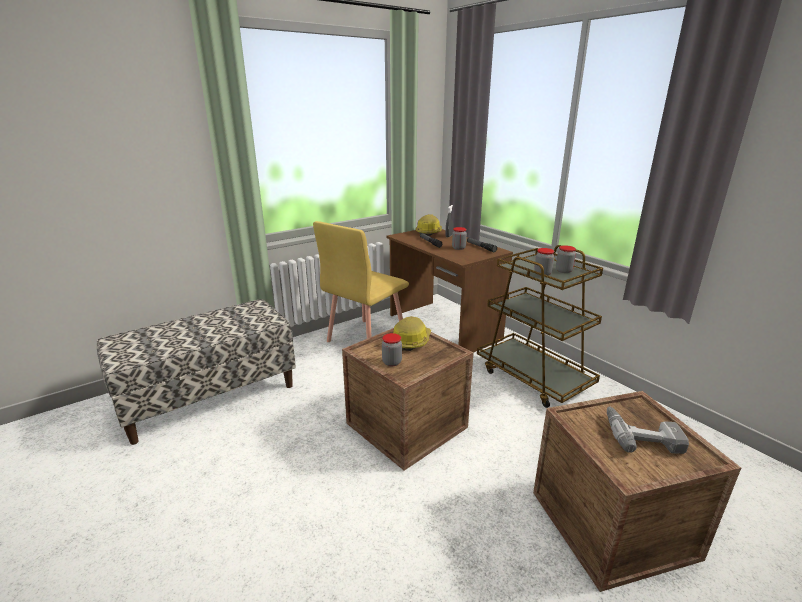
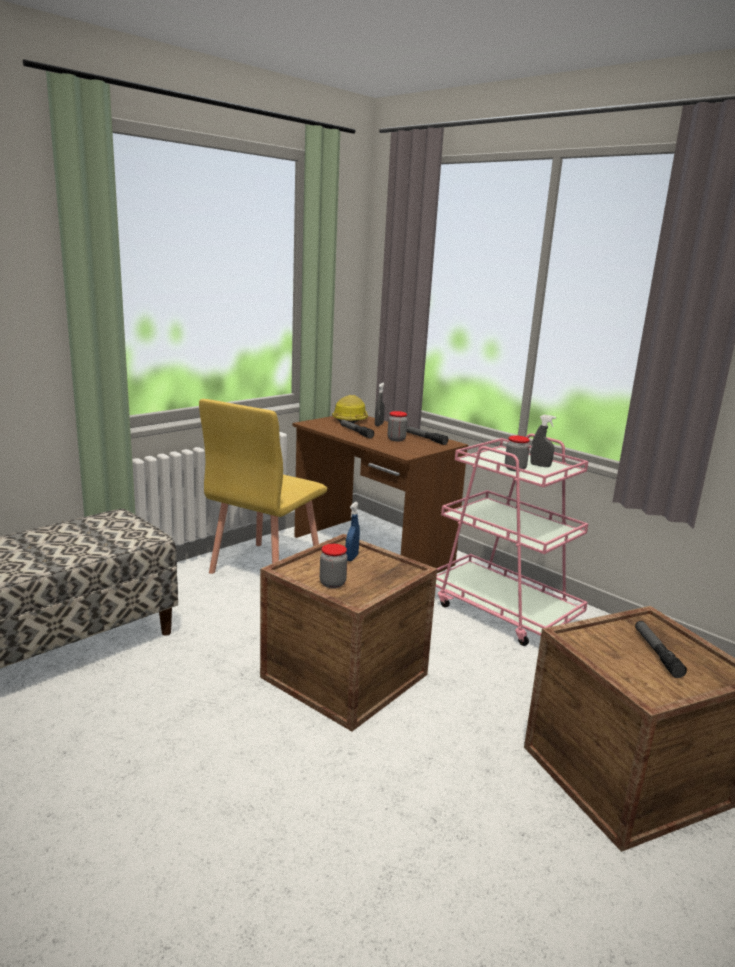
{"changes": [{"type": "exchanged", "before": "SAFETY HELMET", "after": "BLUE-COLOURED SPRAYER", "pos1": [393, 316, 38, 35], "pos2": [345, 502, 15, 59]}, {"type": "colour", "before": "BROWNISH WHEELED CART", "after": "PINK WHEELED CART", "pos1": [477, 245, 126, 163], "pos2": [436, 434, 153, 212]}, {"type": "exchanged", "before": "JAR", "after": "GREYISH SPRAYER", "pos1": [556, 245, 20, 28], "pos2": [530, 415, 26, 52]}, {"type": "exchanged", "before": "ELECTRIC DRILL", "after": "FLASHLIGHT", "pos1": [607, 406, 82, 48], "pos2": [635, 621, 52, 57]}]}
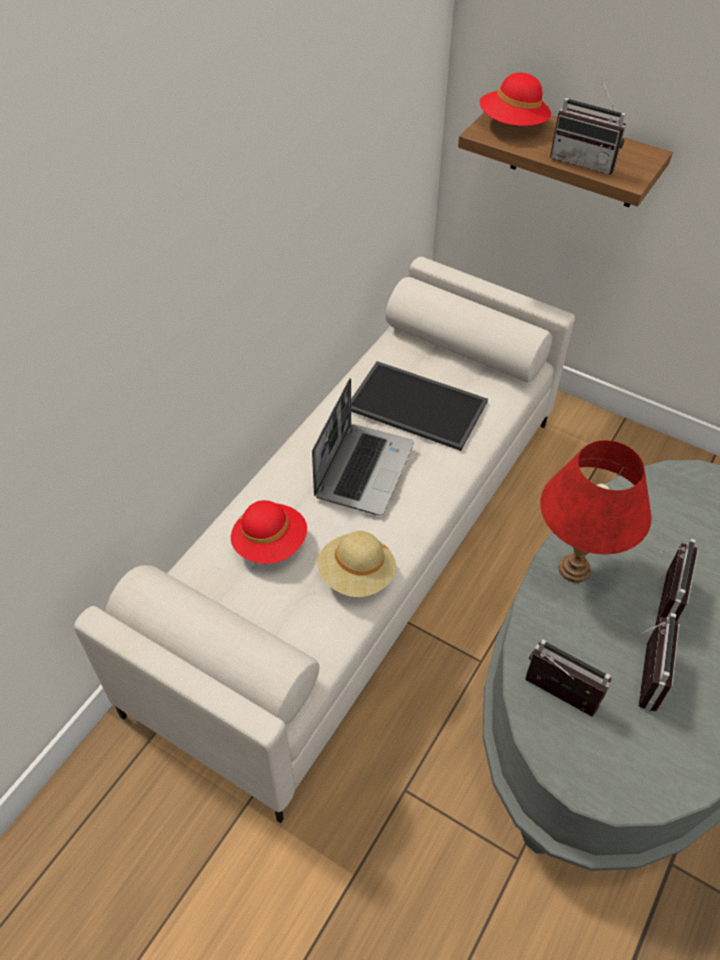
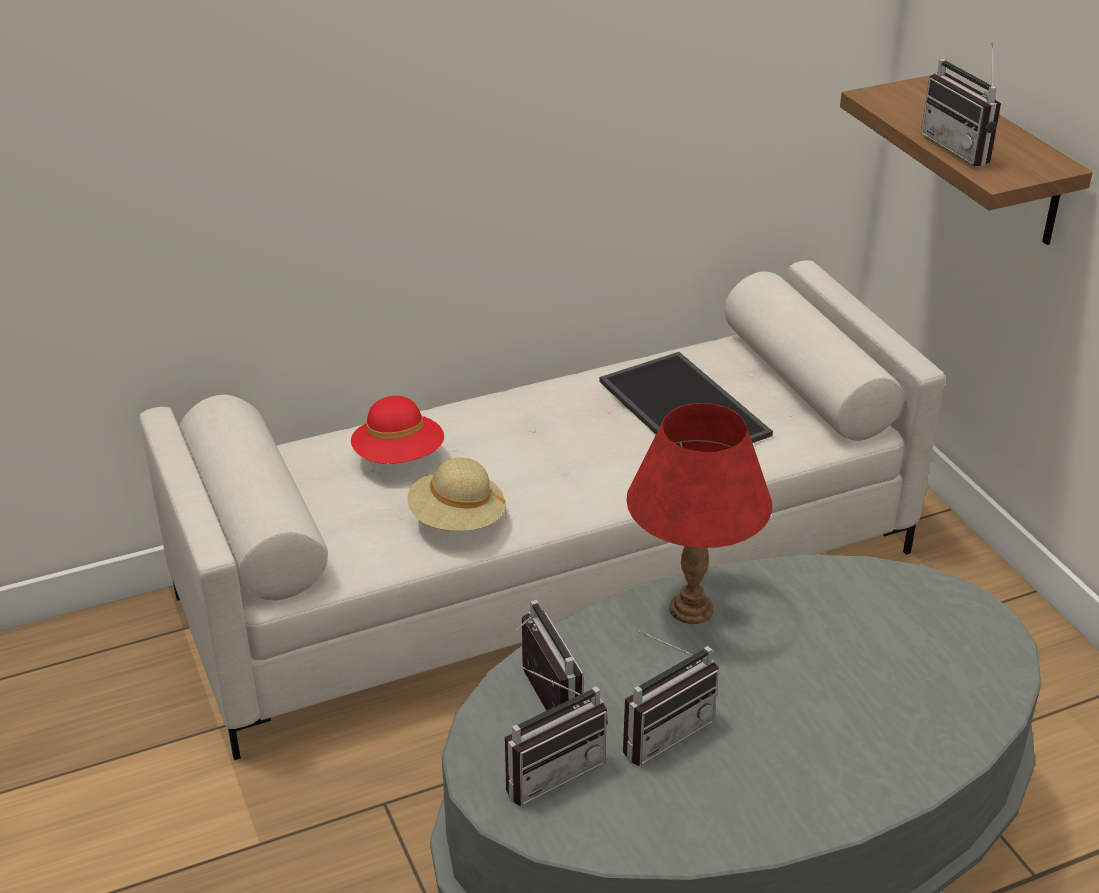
{"changes": [{"type": "missing", "before": "NOTEBOOK COMPUTER", "pos1": [312, 378, 102, 138]}, {"type": "missing", "before": "RED WEARABLE HAT", "pos1": [480, 73, 71, 53]}, {"type": "relocated", "before": "RADIO RECEIVER", "pos1": [655, 539, 43, 87], "pos2": [505, 667, 103, 139]}]}
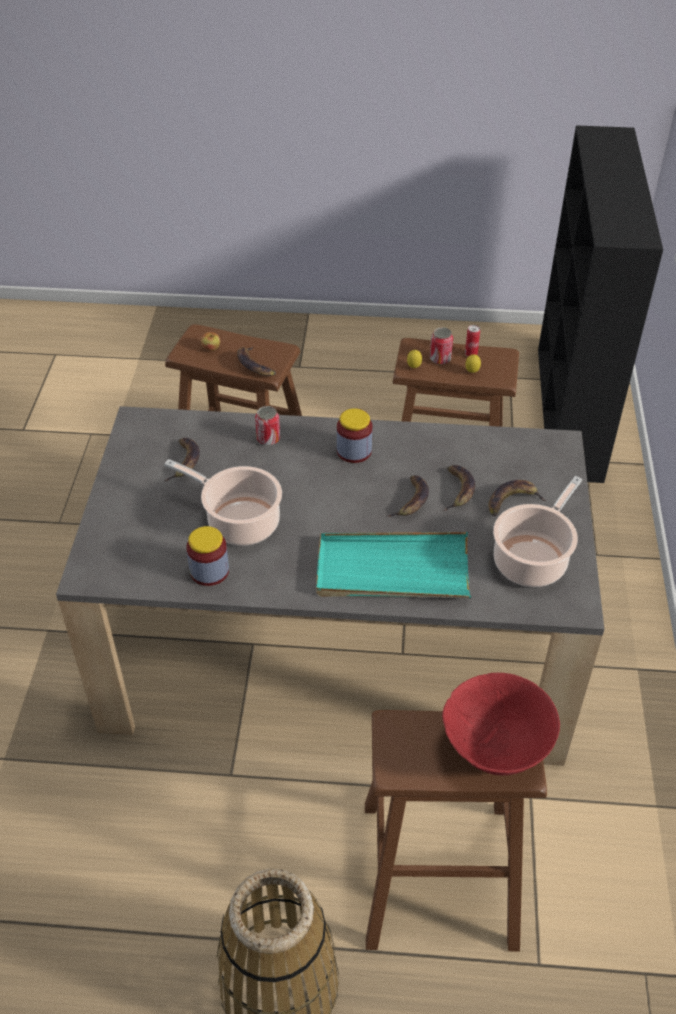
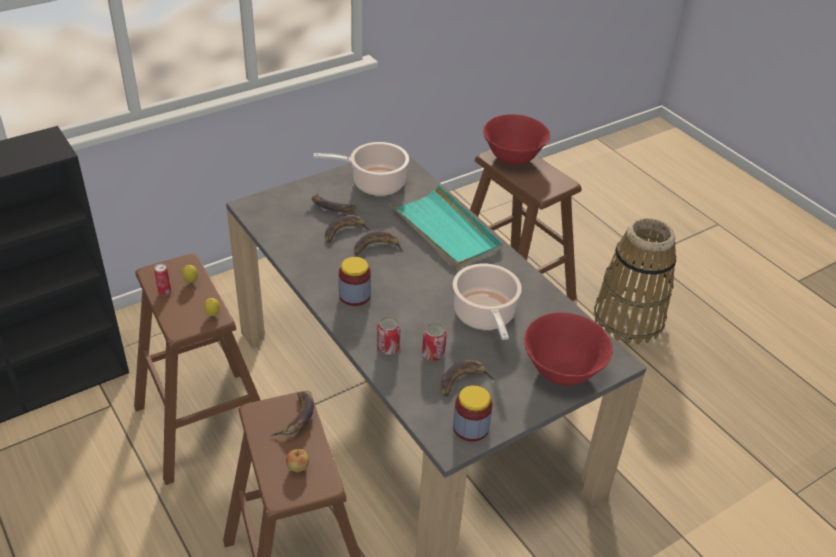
{"changes": [{"type": "relocated", "before": "JAR", "pos1": [186, 526, 43, 60], "pos2": [453, 385, 40, 57]}, {"type": "relocated", "before": "CAN", "pos1": [430, 327, 23, 38], "pos2": [422, 323, 25, 38]}, {"type": "appeared", "after": "RED DEEP DISH", "pos2": [524, 312, 89, 74]}]}
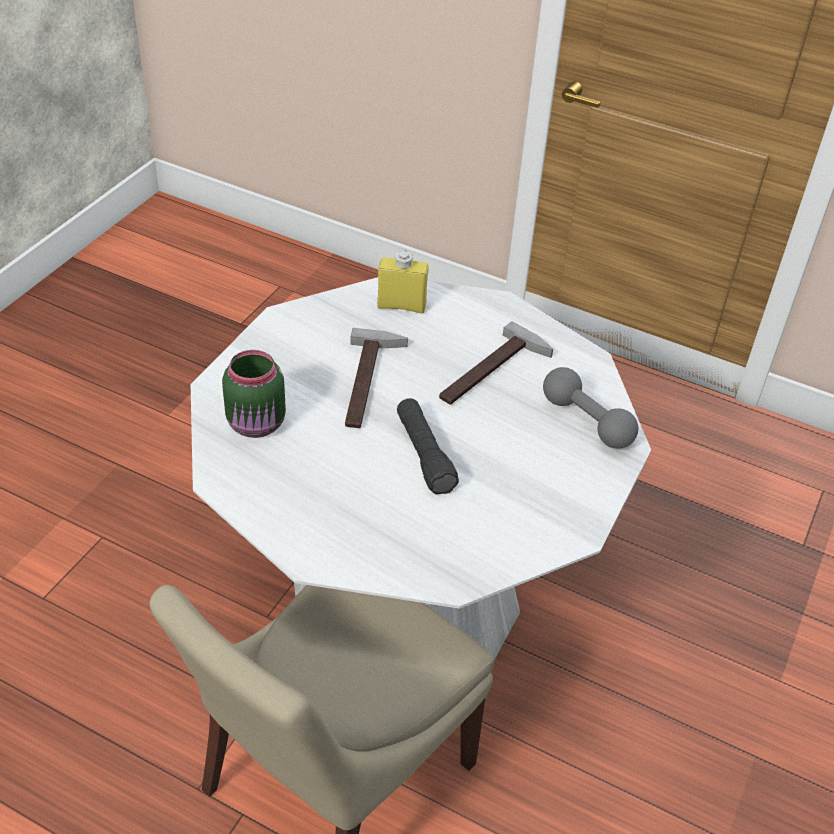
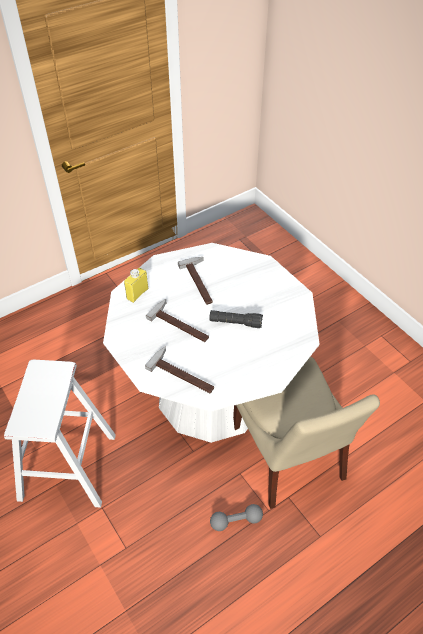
{"changes": [{"type": "exchanged", "before": "GREEN JAR", "after": "TOOL HAMMER", "pos1": [222, 350, 64, 88], "pos2": [145, 347, 69, 46]}, {"type": "relocated", "before": "GREYISH HAND WEIGHT", "pos1": [543, 367, 95, 82], "pos2": [210, 504, 53, 27]}, {"type": "appeared", "after": "WHITISH STOOL", "pos2": [4, 360, 112, 148]}]}
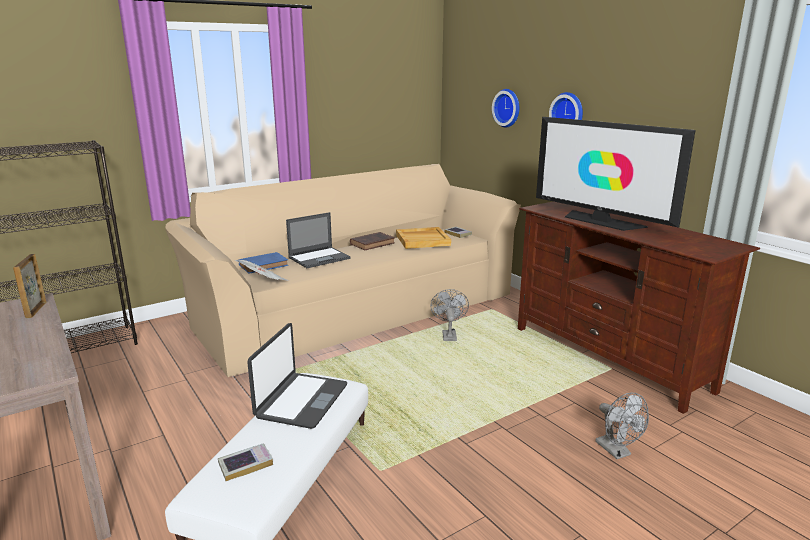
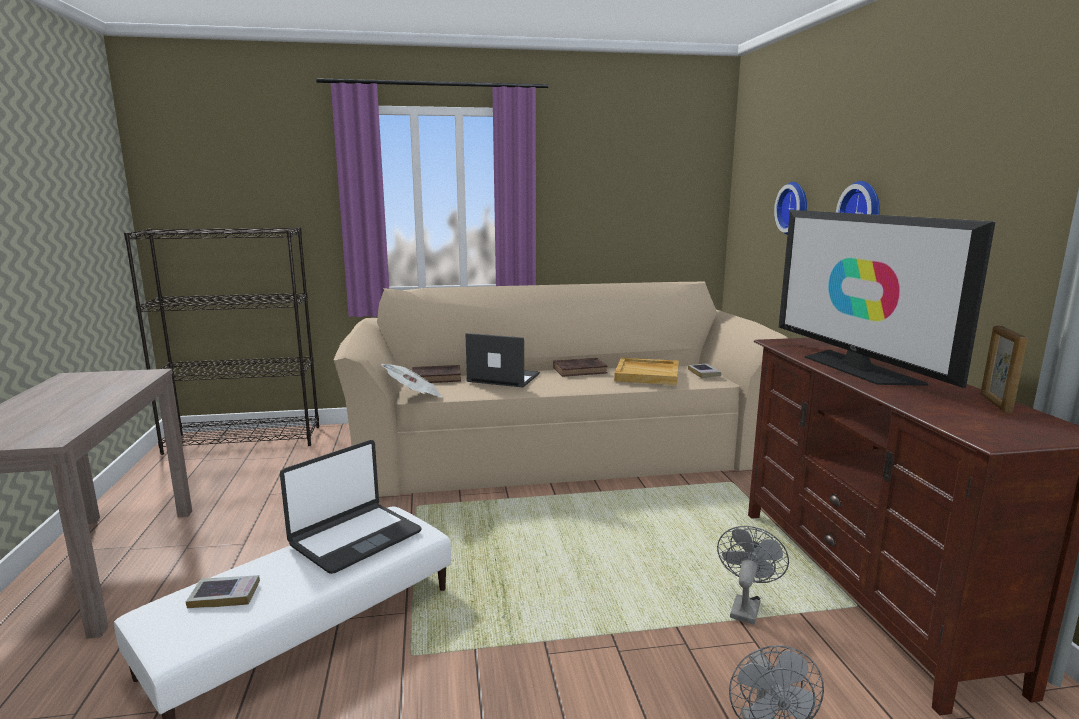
{"changes": [{"type": "relocated", "before": "PICTURE FRAME", "pos1": [13, 254, 33, 64], "pos2": [980, 325, 48, 88]}, {"type": "colour", "before": "BLUE-COLOURED VOLUME", "after": "BROWNISH VOLUME", "pos1": [239, 252, 49, 22], "pos2": [412, 365, 49, 18]}, {"type": "spun", "before": "NOTEBOOK COMPUTER", "pos1": [286, 212, 65, 56], "pos2": [465, 333, 75, 55], "turn": -150}, {"type": "relocated", "before": "GREYISH ELECTRIC FAN", "pos1": [431, 289, 38, 52], "pos2": [717, 526, 72, 99]}]}
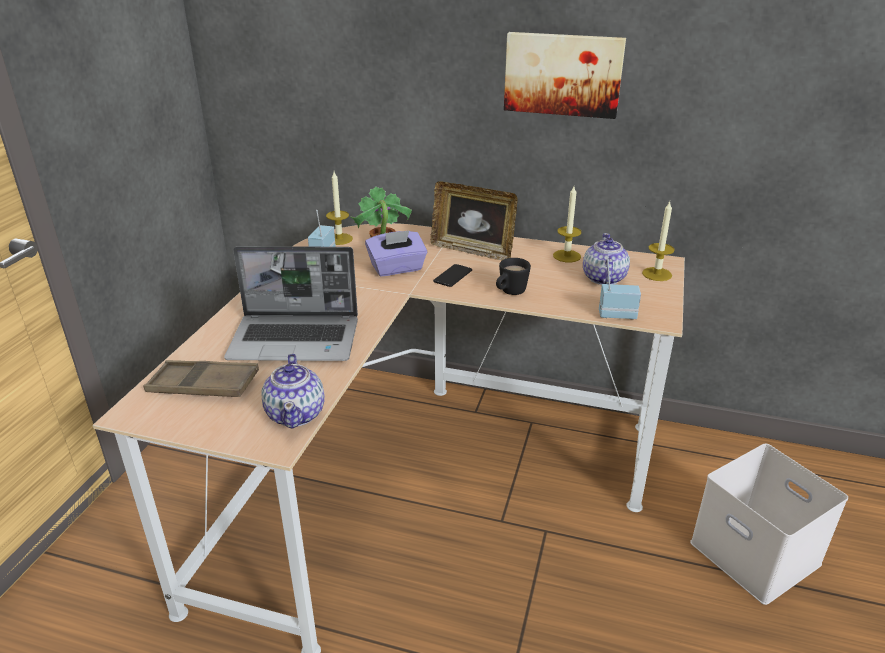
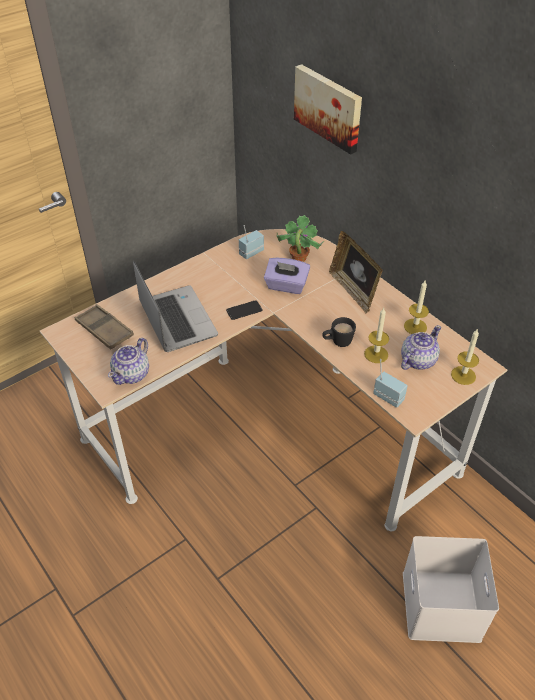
{"changes": [{"type": "spun", "before": "NOTEBOOK COMPUTER", "pos1": [224, 246, 134, 115], "pos2": [133, 260, 85, 92], "turn": -150}, {"type": "relocated", "before": "CANDLE", "pos1": [326, 172, 27, 73], "pos2": [364, 308, 25, 55]}, {"type": "relocated", "before": "PHONE", "pos1": [433, 264, 39, 23], "pos2": [226, 300, 37, 20]}, {"type": "relocated", "before": "WALL ART", "pos1": [504, 32, 122, 87], "pos2": [294, 64, 68, 90]}]}
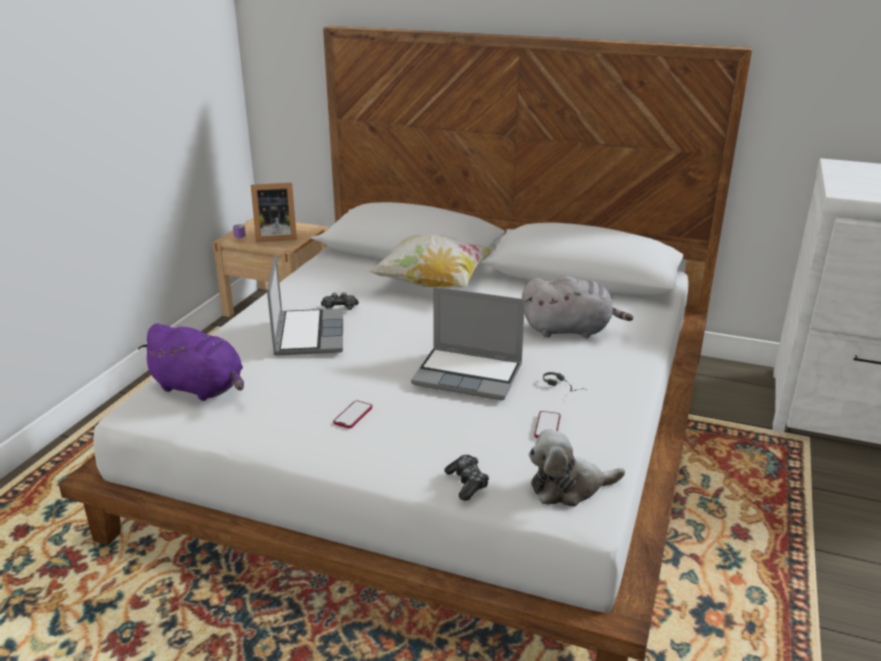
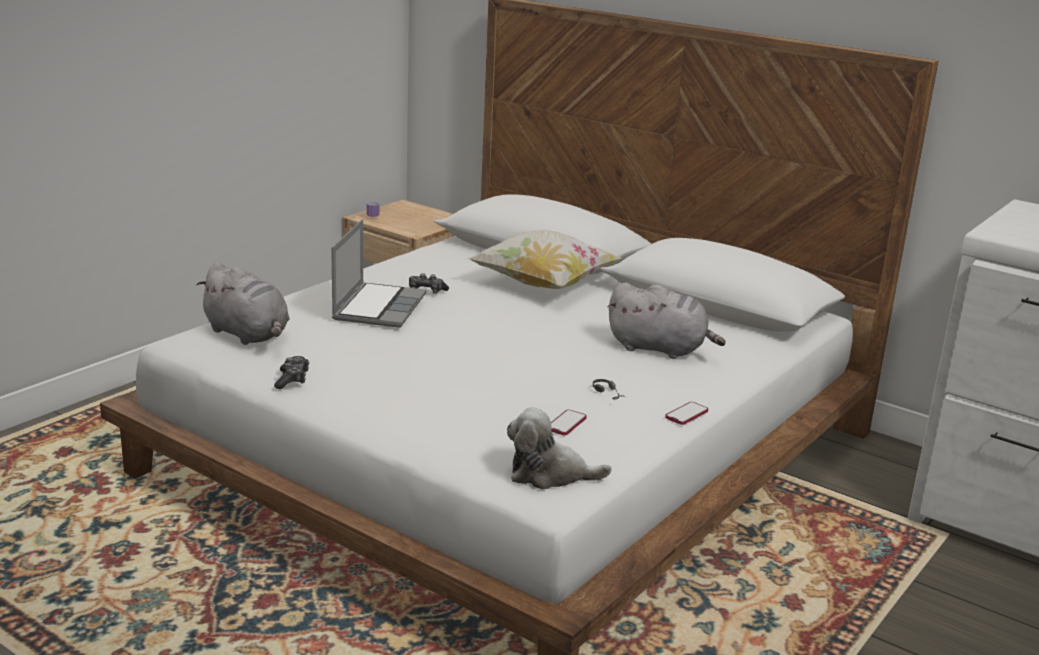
{"changes": [{"type": "colour", "before": "PURPLE CUDDLY TOY", "after": "GREYISH CUDDLY TOY", "pos1": [138, 323, 106, 78], "pos2": [196, 262, 94, 83]}, {"type": "missing", "before": "PICTURE FRAME", "pos1": [251, 183, 46, 59]}, {"type": "relocated", "before": "PHONE", "pos1": [333, 401, 39, 28], "pos2": [665, 402, 43, 23]}, {"type": "missing", "before": "NOTEBOOK COMPUTER", "pos1": [411, 287, 114, 113]}, {"type": "relocated", "before": "JOYPAD", "pos1": [444, 455, 45, 46], "pos2": [274, 356, 35, 33]}]}
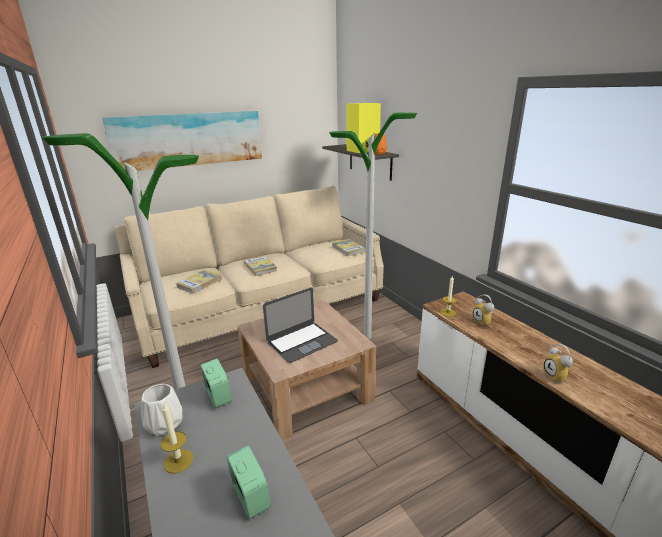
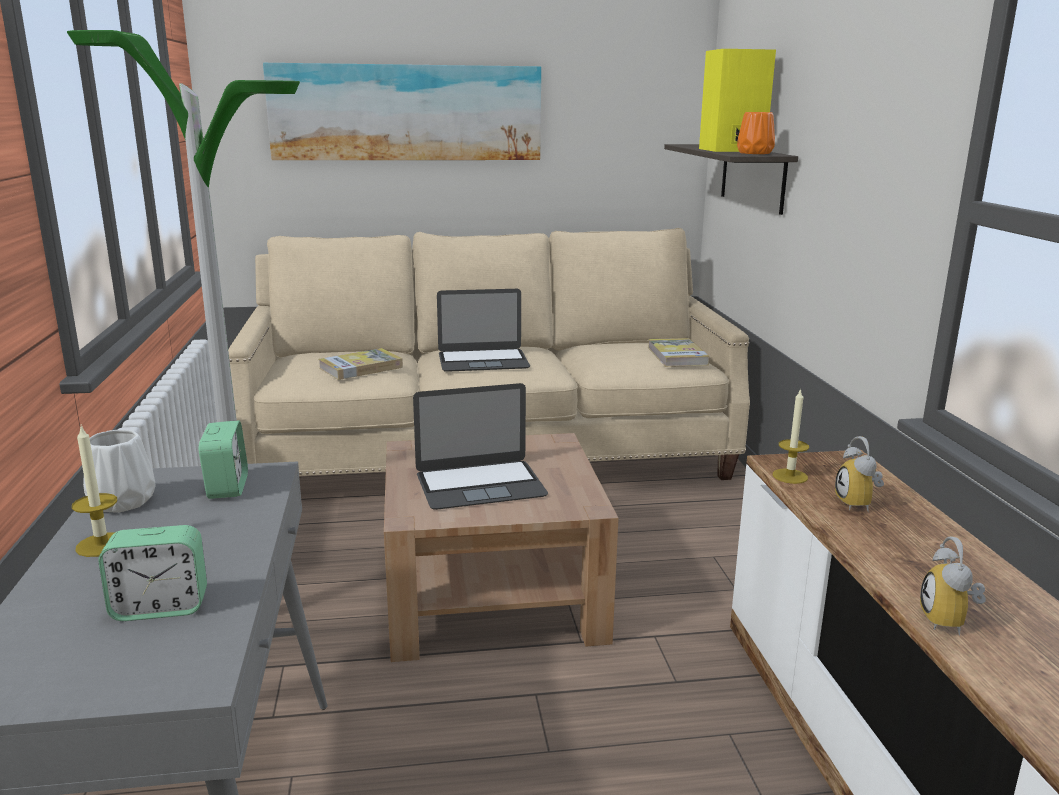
{"changes": [{"type": "spun", "before": "TABLE CLOCK", "pos1": [227, 446, 44, 73], "pos2": [98, 525, 109, 96], "turn": 90}, {"type": "exchanged", "before": "VOLUME", "after": "NOTEBOOK COMPUTER", "pos1": [244, 256, 33, 20], "pos2": [437, 289, 93, 83]}, {"type": "missing", "before": "STANDING LAMP", "pos1": [329, 113, 88, 226]}]}
